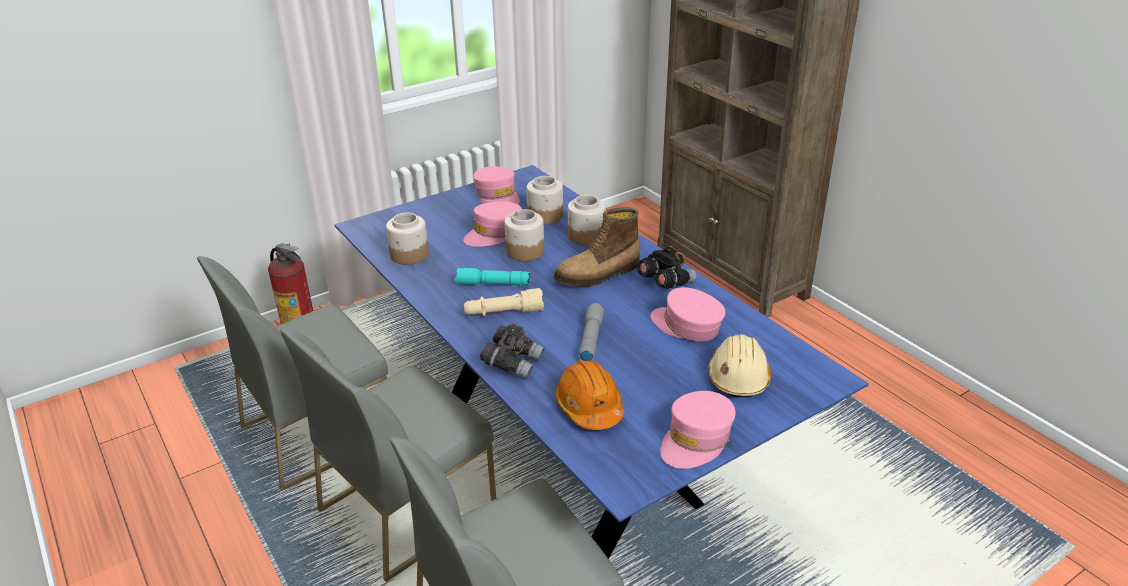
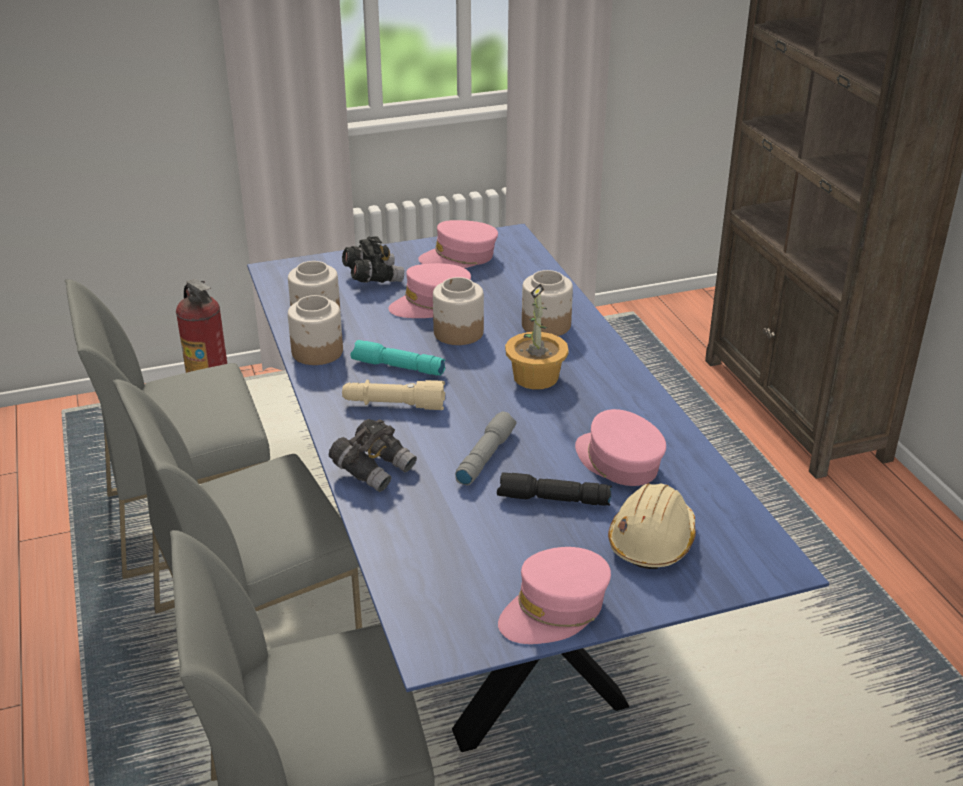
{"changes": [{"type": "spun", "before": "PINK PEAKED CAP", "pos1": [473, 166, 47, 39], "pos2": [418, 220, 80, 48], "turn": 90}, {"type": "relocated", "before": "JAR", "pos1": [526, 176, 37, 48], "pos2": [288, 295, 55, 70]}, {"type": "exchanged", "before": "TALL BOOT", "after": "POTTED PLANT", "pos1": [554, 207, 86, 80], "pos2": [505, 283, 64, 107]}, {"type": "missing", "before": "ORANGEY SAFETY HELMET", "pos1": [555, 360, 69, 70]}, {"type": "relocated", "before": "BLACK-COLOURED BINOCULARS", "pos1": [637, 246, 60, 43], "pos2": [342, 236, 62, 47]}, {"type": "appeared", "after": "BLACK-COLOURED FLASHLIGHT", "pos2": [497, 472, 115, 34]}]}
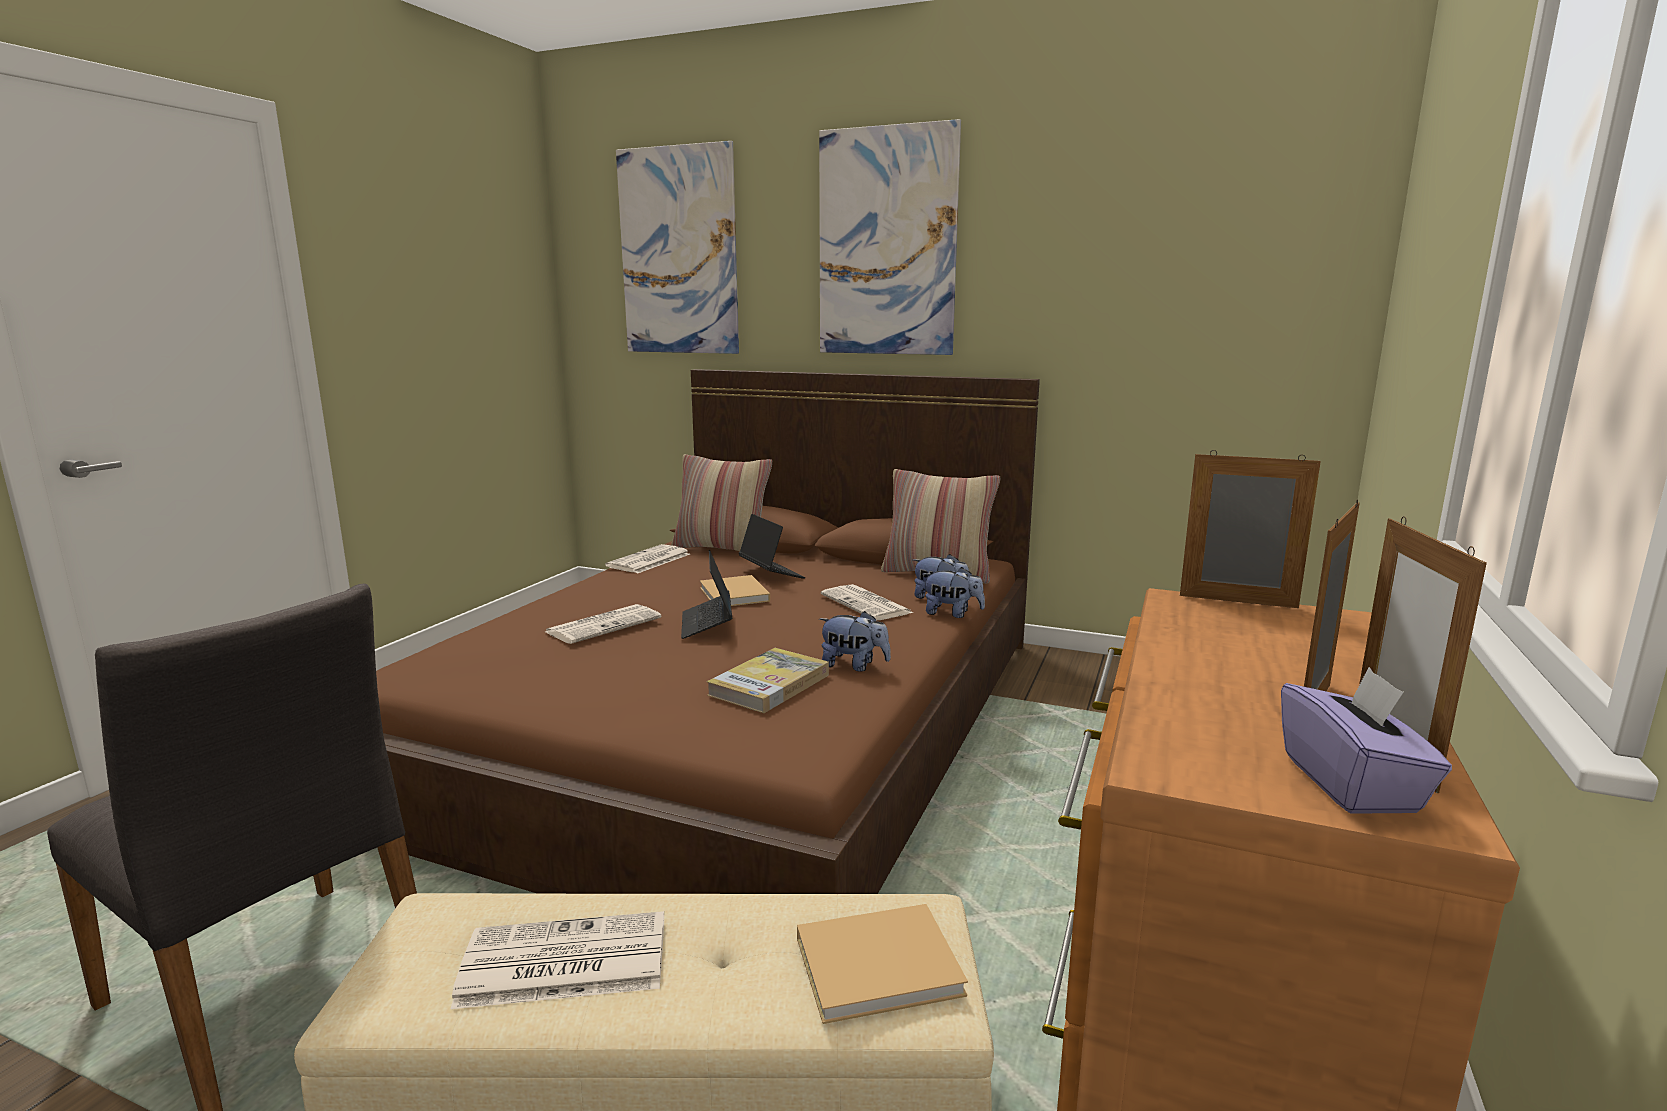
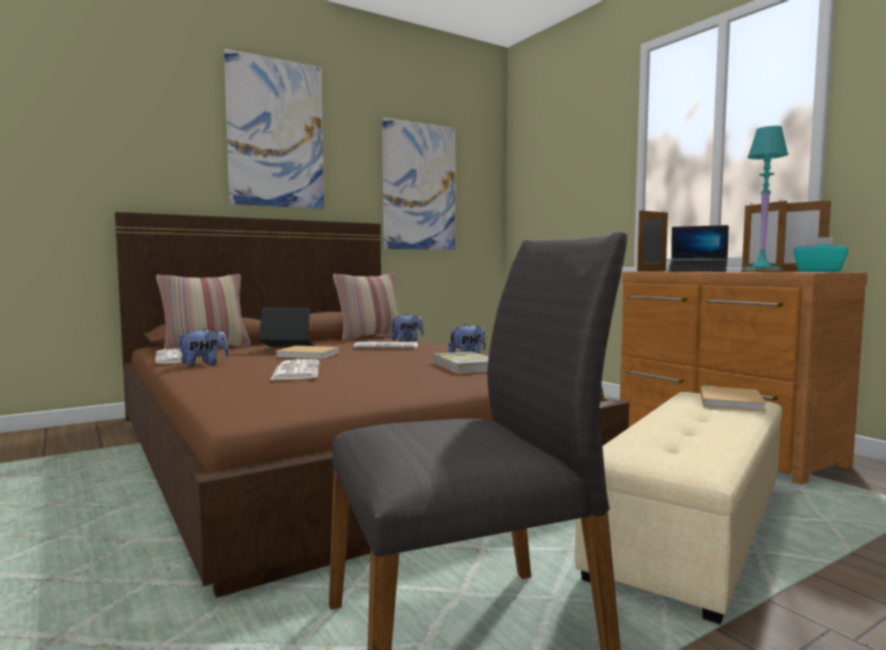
{"changes": [{"type": "missing", "before": "DAILY PAPER", "pos1": [451, 911, 213, 98]}, {"type": "relocated", "before": "WALL ART", "pos1": [616, 141, 123, 213], "pos2": [382, 117, 73, 133]}, {"type": "relocated", "before": "NOTEBOOK COMPUTER", "pos1": [681, 550, 51, 89], "pos2": [668, 225, 61, 47]}, {"type": "relocated", "before": "CUDDLY TOY", "pos1": [923, 567, 62, 51], "pos2": [177, 328, 52, 38]}, {"type": "colour", "before": "PURPLE TISSUE BOX", "after": "BLUE-GREEN TISSUE BOX", "pos1": [1281, 667, 171, 147], "pos2": [794, 237, 54, 35]}, {"type": "appeared", "after": "BLUE-GREEN TABLE LAMP", "pos2": [741, 126, 47, 146]}]}
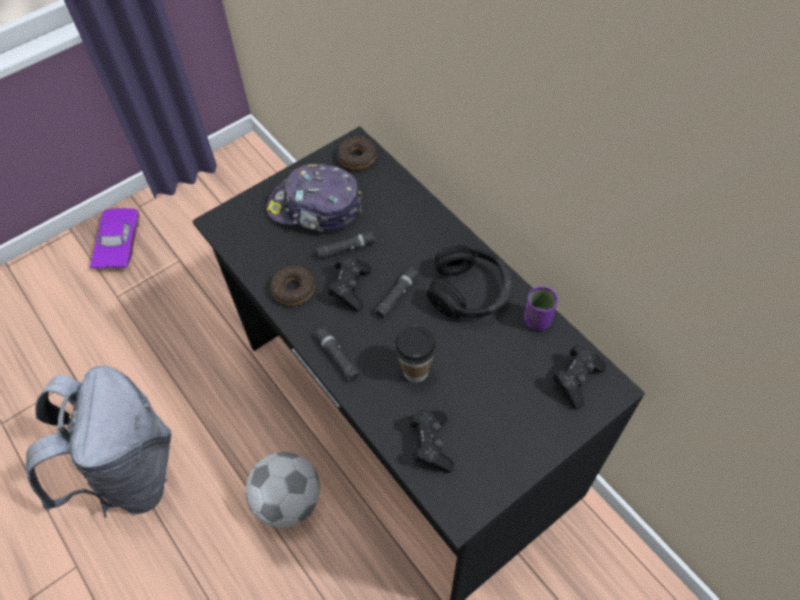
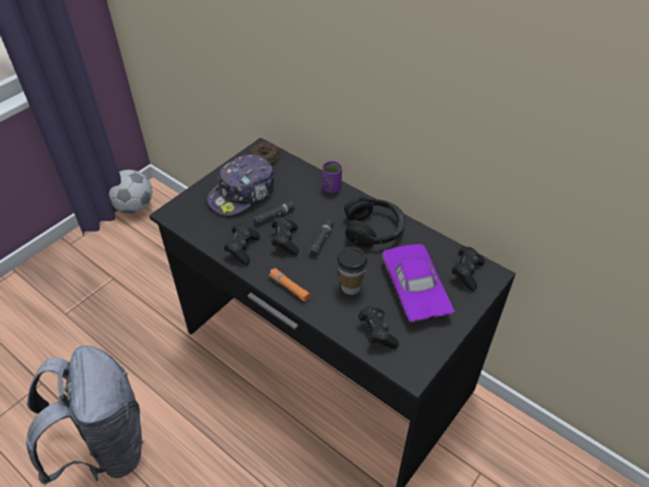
{"changes": [{"type": "relocated", "before": "PURPLE TOY CAR", "pos1": [90, 208, 50, 61], "pos2": [382, 244, 73, 79]}, {"type": "relocated", "before": "BALL FOR FOOTBALL", "pos1": [245, 452, 75, 76], "pos2": [109, 170, 43, 43]}, {"type": "spun", "before": "PEAKED CAP", "pos1": [266, 164, 96, 68], "pos2": [207, 155, 68, 61], "turn": -45}, {"type": "exchanged", "before": "RING DOUGHNUT", "after": "BLACK-COLOURED JOYPAD", "pos1": [270, 265, 45, 41], "pos2": [224, 223, 36, 42]}, {"type": "colour", "before": "BLACK-COLOURED FLASHLIGHT", "after": "ORANGEY FLASHLIGHT", "pos1": [315, 327, 45, 54], "pos2": [269, 268, 42, 34]}, {"type": "relocated", "before": "PURPLE CUP", "pos1": [524, 286, 34, 45], "pos2": [322, 161, 20, 32]}]}
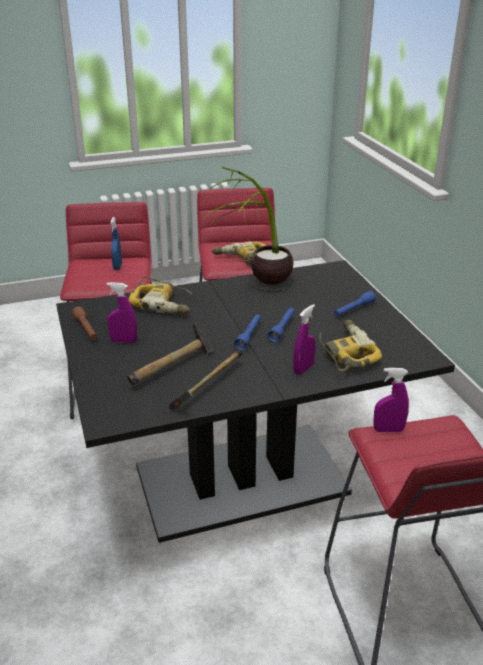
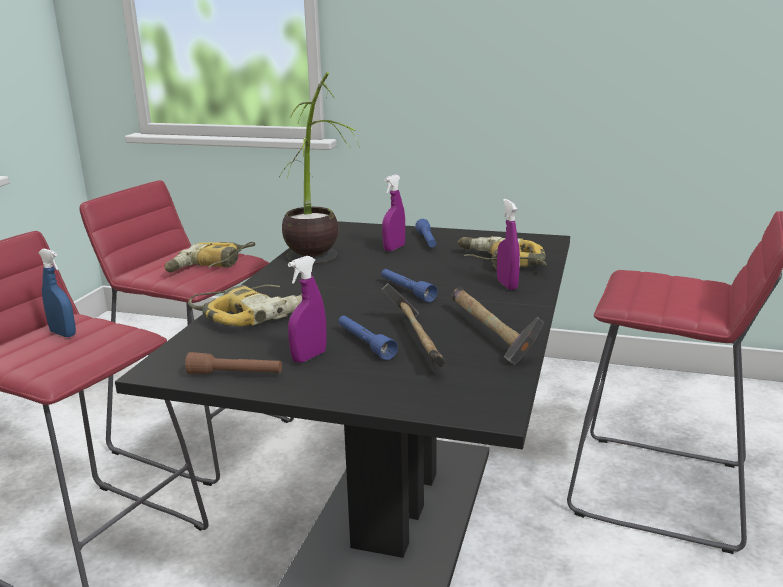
{"changes": [{"type": "relocated", "before": "BLUE-COLOURED FLASHLIGHT", "pos1": [268, 308, 27, 34], "pos2": [338, 315, 60, 45]}, {"type": "relocated", "before": "PURPLE SPRAYER", "pos1": [373, 368, 36, 64], "pos2": [382, 174, 23, 77]}]}
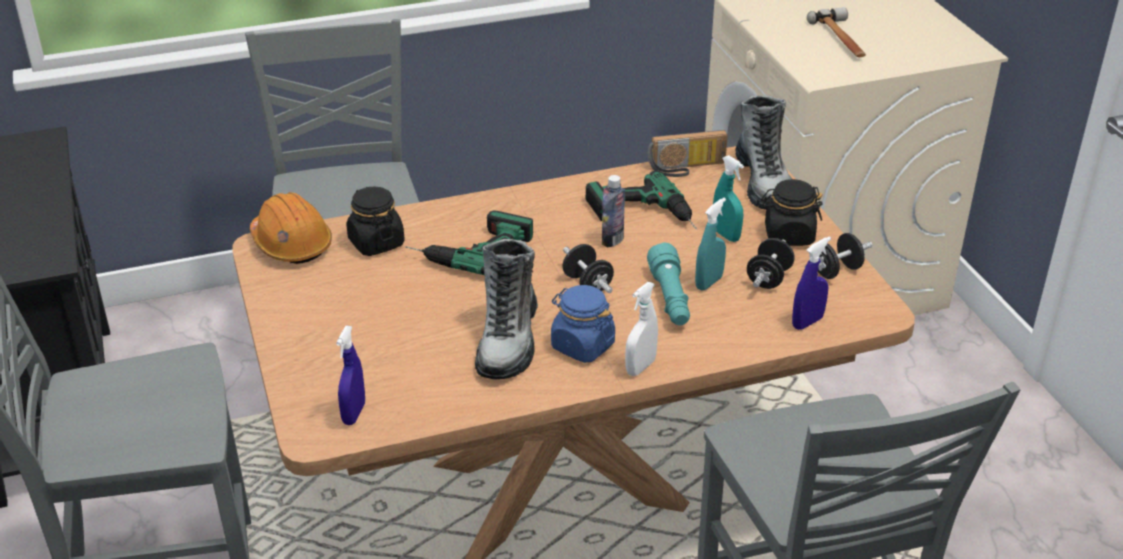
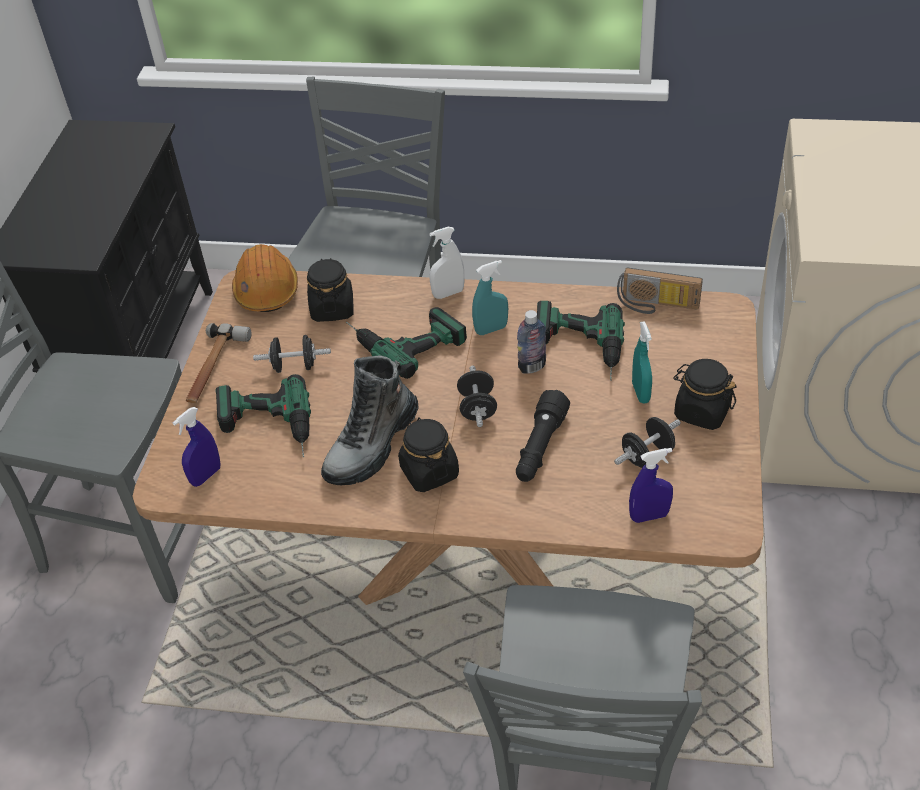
{"changes": [{"type": "colour", "before": "BLUE-COLOURED JAR", "after": "BLACK-COLOURED JAR", "pos1": [551, 285, 64, 78], "pos2": [398, 417, 61, 75]}, {"type": "relocated", "before": "WHITISH SPRAYER", "pos1": [625, 282, 33, 94], "pos2": [429, 227, 35, 72]}, {"type": "colour", "before": "BLUE-GREEN FLASHLIGHT", "after": "BLACK-COLOURED FLASHLIGHT", "pos1": [647, 242, 43, 83], "pos2": [516, 390, 54, 92]}, {"type": "relocated", "before": "BLUE-GREEN SPRAYER", "pos1": [695, 198, 31, 93], "pos2": [472, 260, 36, 75]}, {"type": "missing", "before": "TALL BOOT", "pos1": [735, 95, 57, 115]}, {"type": "relocated", "before": "BLACK-COLOURED HAND WEIGHT", "pos1": [804, 233, 68, 46], "pos2": [253, 335, 78, 38]}, {"type": "relocated", "before": "TOOL HAMMER", "pos1": [807, 7, 59, 50], "pos2": [186, 323, 66, 80]}, {"type": "appeared", "after": "ELECTRIC DRILL", "pos2": [215, 374, 96, 83]}]}
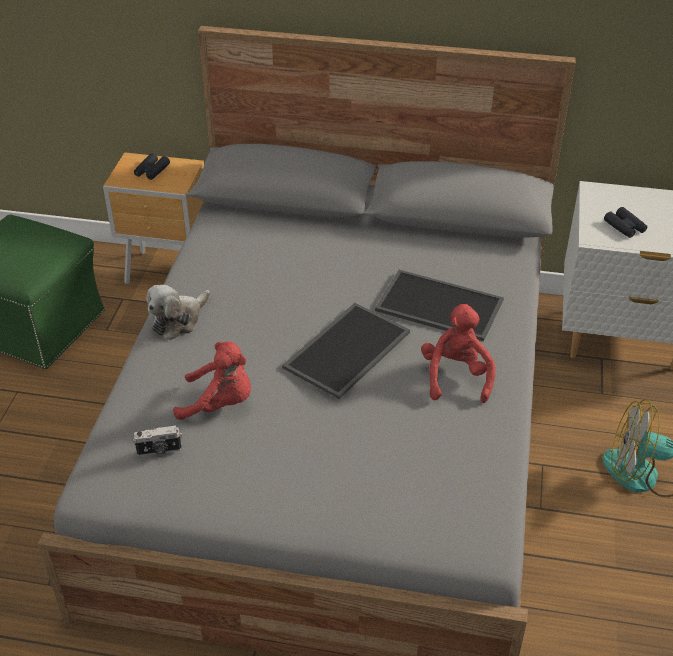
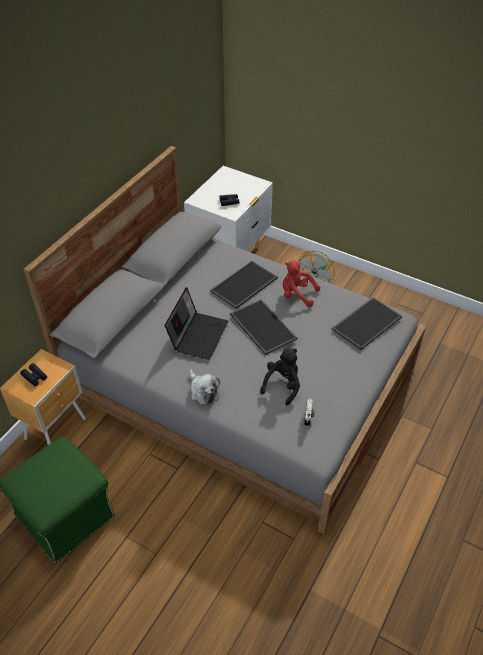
{"changes": [{"type": "colour", "before": "RED CUDDLY TOY", "after": "BLACK-COLOURED CUDDLY TOY", "pos1": [173, 341, 78, 79], "pos2": [260, 348, 40, 57]}, {"type": "appeared", "after": "NOTEBOOK COMPUTER", "pos2": [165, 287, 63, 73]}, {"type": "appeared", "after": "CARRYING TRAY", "pos2": [332, 297, 70, 53]}]}
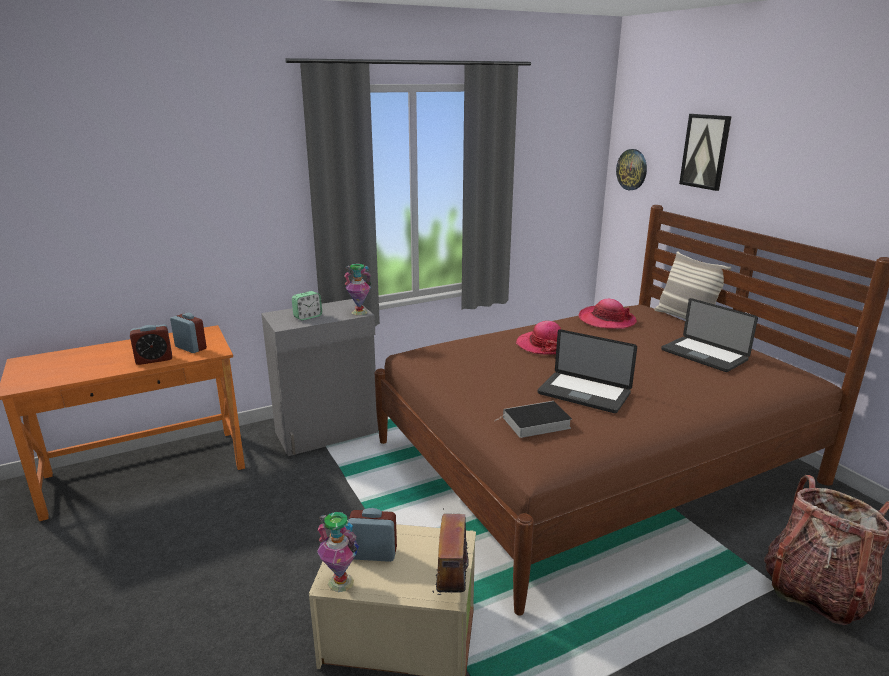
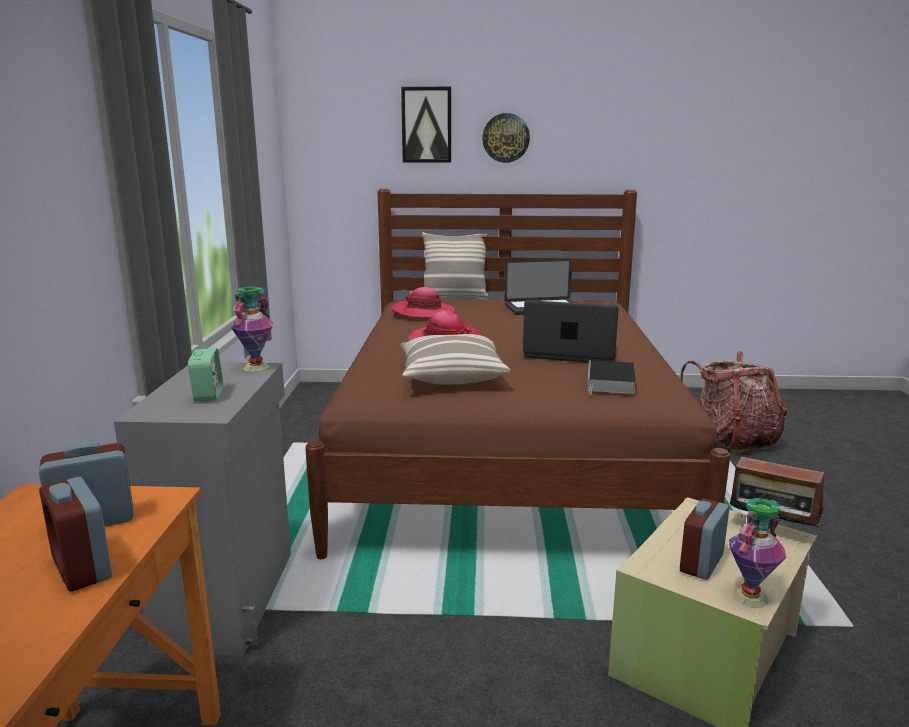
{"changes": [{"type": "spun", "before": "TABLE CLOCK", "pos1": [130, 324, 42, 41], "pos2": [39, 477, 73, 115], "turn": 135}, {"type": "spun", "before": "NOTEBOOK COMPUTER", "pos1": [538, 329, 99, 84], "pos2": [523, 300, 96, 63], "turn": -135}, {"type": "relocated", "before": "HANGING CLOCK", "pos1": [616, 149, 31, 41], "pos2": [482, 113, 48, 50]}, {"type": "appeared", "after": "PILLOW", "pos2": [401, 334, 110, 51]}]}
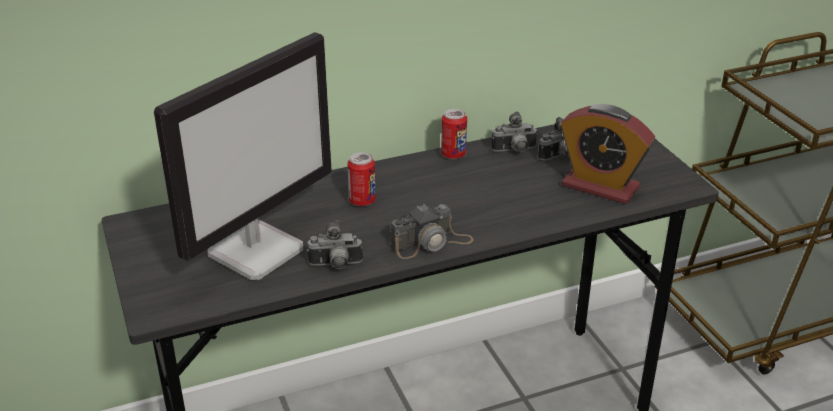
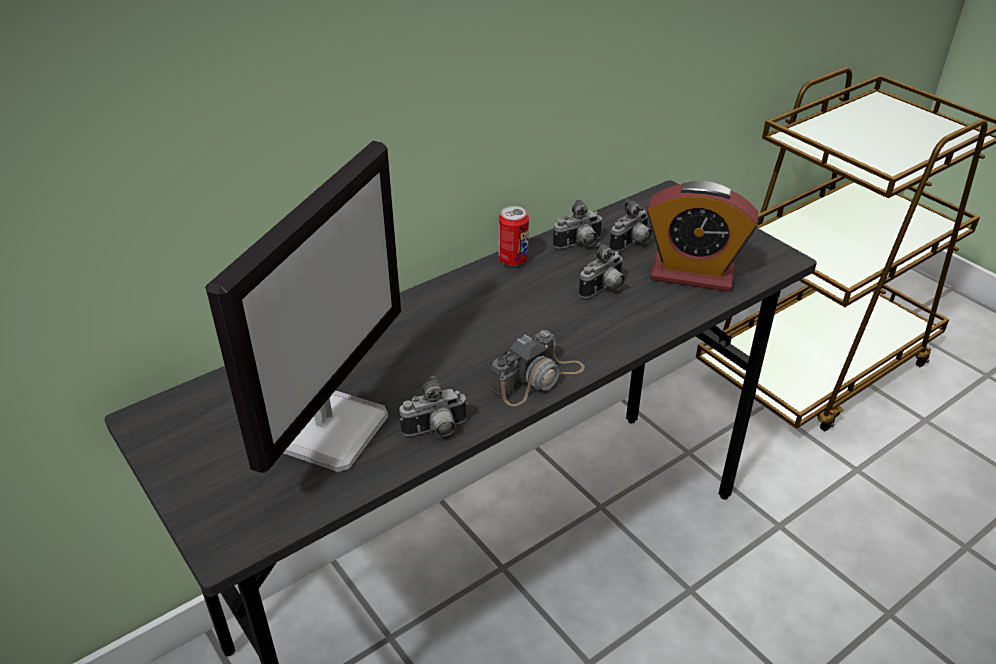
{"changes": [{"type": "missing", "before": "CAN", "pos1": [347, 152, 29, 54]}, {"type": "appeared", "after": "STILL CAMERA", "pos2": [579, 242, 46, 56]}]}
